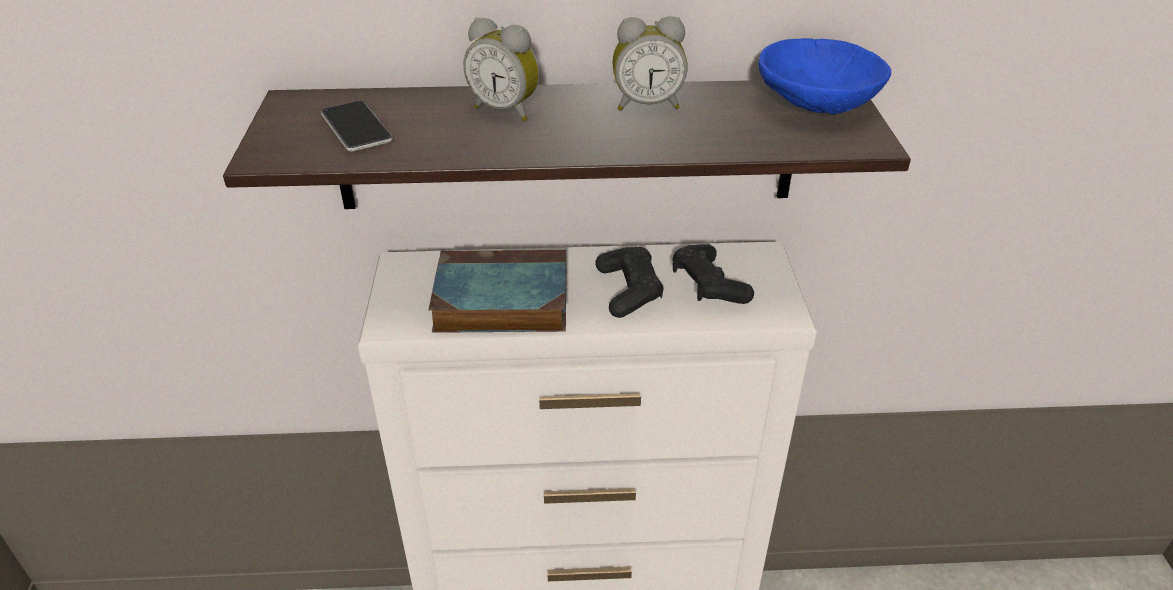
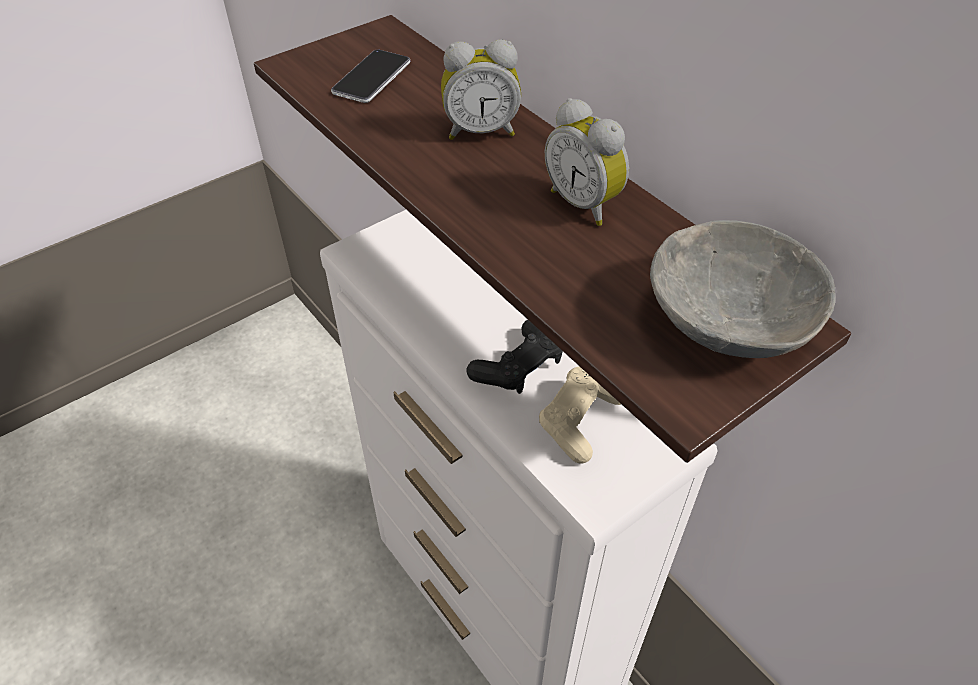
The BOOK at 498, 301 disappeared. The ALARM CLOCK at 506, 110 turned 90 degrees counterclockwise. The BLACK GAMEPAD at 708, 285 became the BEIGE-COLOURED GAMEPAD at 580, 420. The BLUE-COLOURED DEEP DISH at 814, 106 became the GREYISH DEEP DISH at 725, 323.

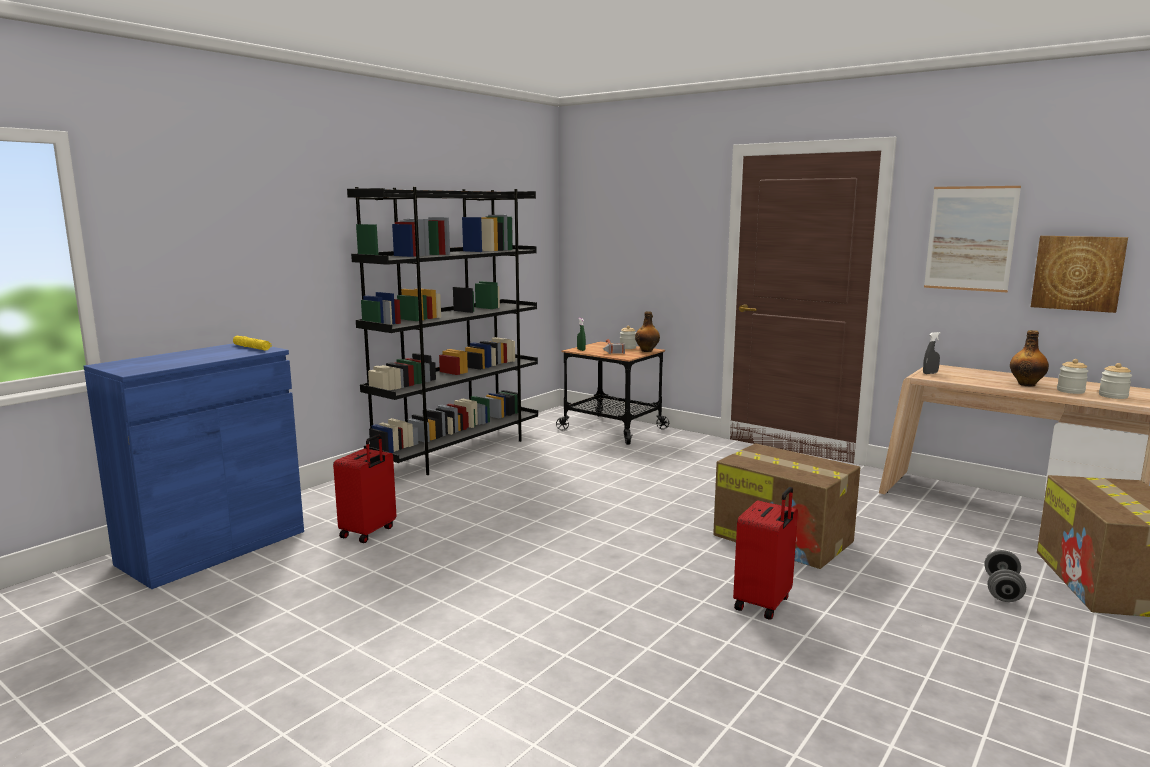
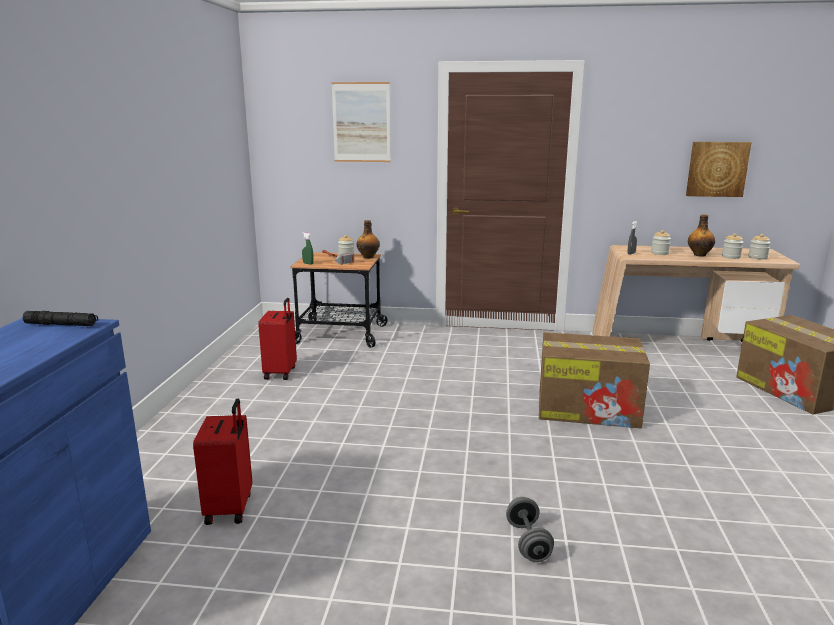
The YELLOW-COLOURED TORCH at 252, 348 became the BLACK TORCH at 61, 325. The BLACK BOOKSHELF at 458, 451 disappeared. The RED-COLOURED SUITCASE moved from 764, 603 to 281, 373. The PICTURE moved from 970, 238 to 361, 122. The GREYISH HAND WEIGHT moved from 1002, 590 to 528, 542. The JAR at 659, 253 appeared.

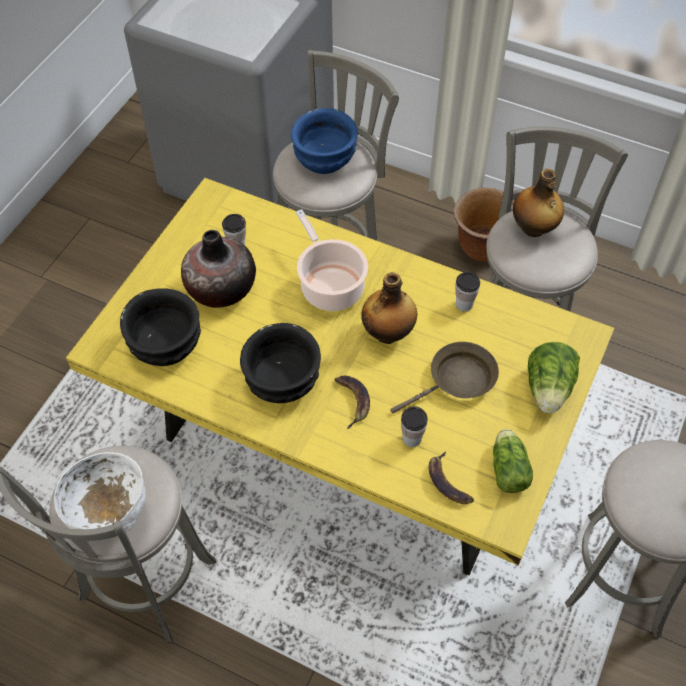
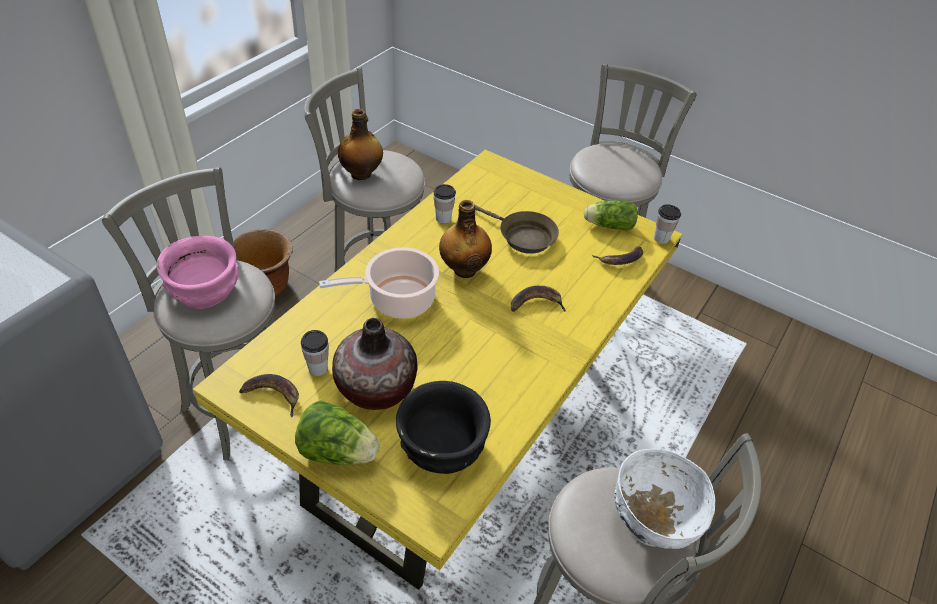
The BLACK DEEP DISH at 282, 381 disappeared. The BLUE-COLOURED DEEP DISH at 324, 159 became the PINK DEEP DISH at 206, 290. The BROWNISH FRYING PAN at 457, 380 turned 150 degrees clockwise. The DRINKING CUP moved from 412, 439 to 661, 238. The LETTUCE moved from 548, 389 to 337, 451. The BANANA at 273, 395 appeared.

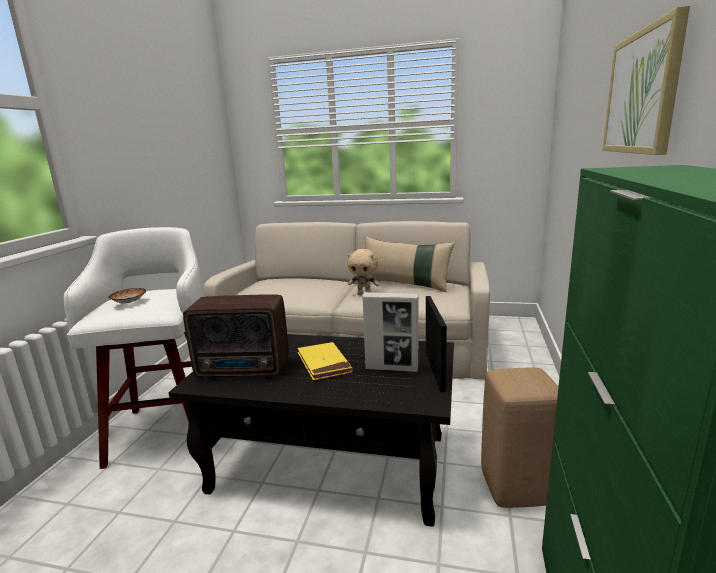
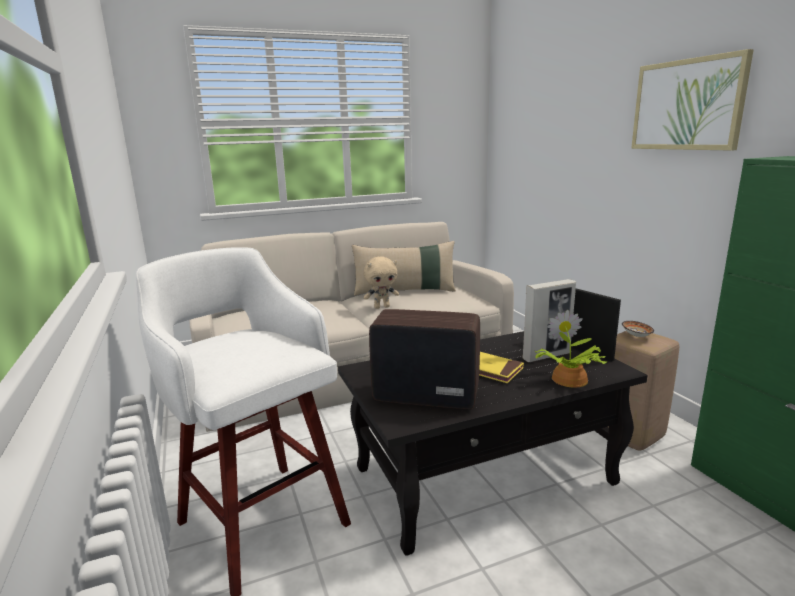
The DEEP DISH moved from 129, 302 to 636, 336. The RADIO at 245, 369 turned 135 degrees counterclockwise. The POTTED PLANT at 568, 380 appeared.

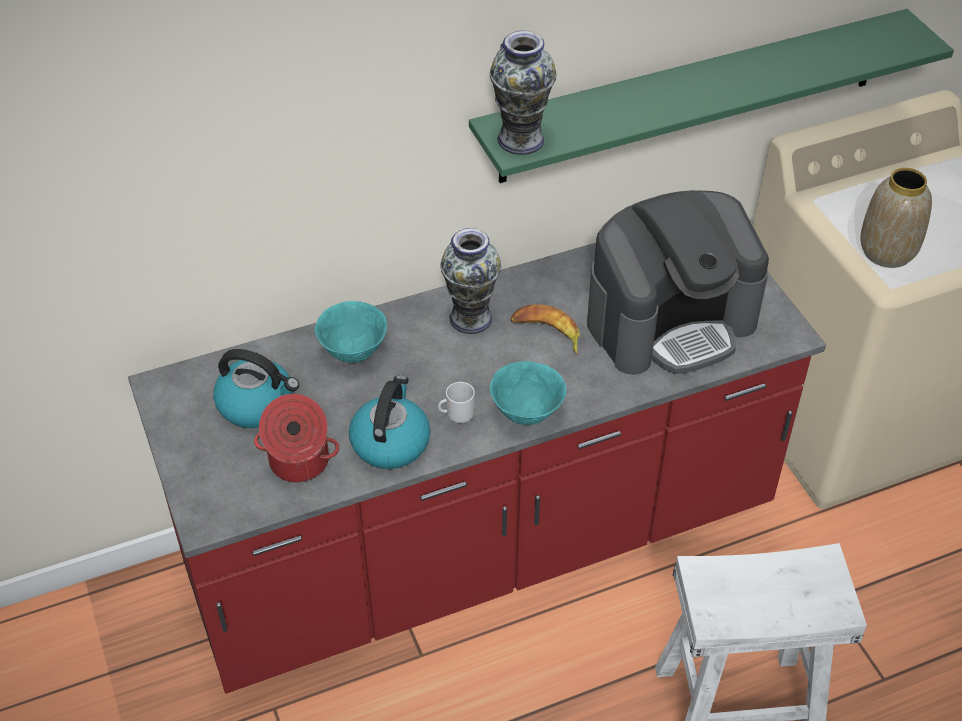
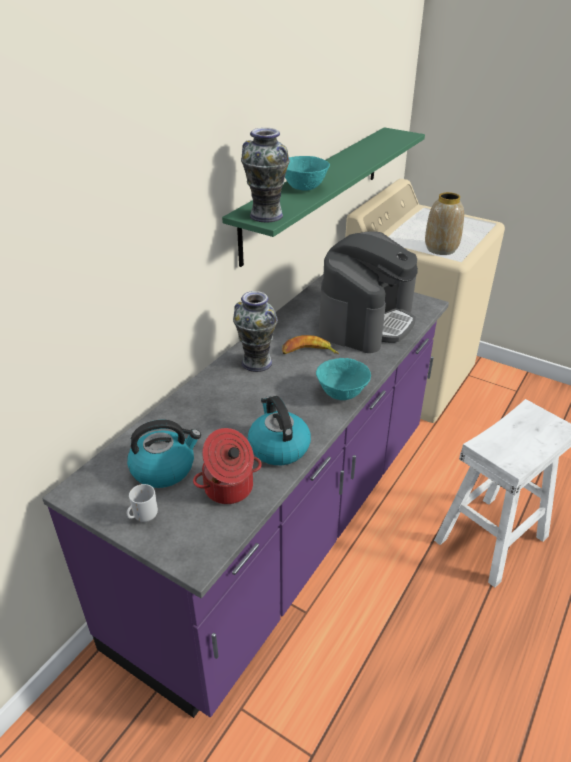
The RED-COLOURED KITCHEN COUNTER at 481, 544 became the PURPLE-COLOURED KITCHEN COUNTER at 285, 529. The BLUE-GREEN DEEP DISH moved from 353, 351 to 304, 188. The TEA MUG moved from 458, 416 to 144, 516.

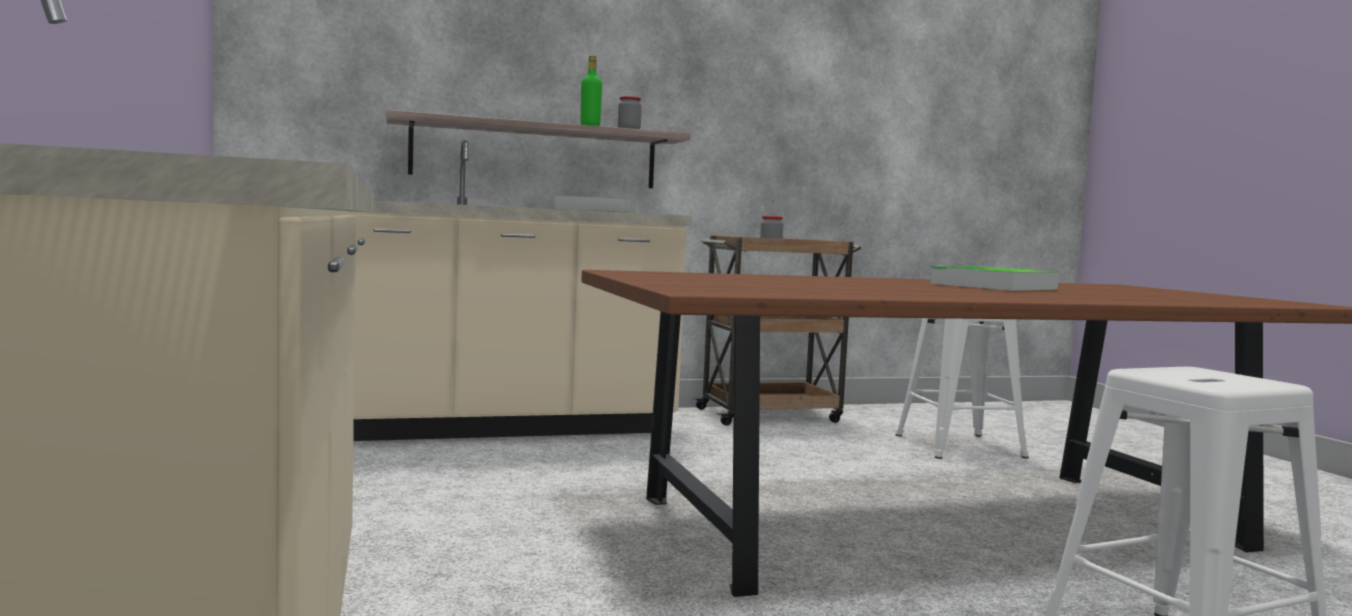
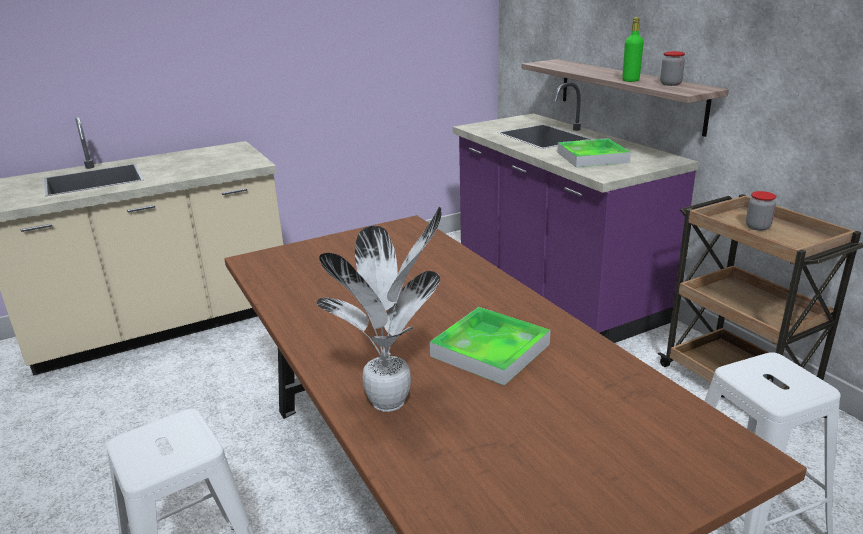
The BEIGE-COLOURED KITCHEN COUNTER at 503, 426 became the PURPLE-COLOURED KITCHEN COUNTER at 554, 287. The POTTED PLANT at 392, 402 appeared.

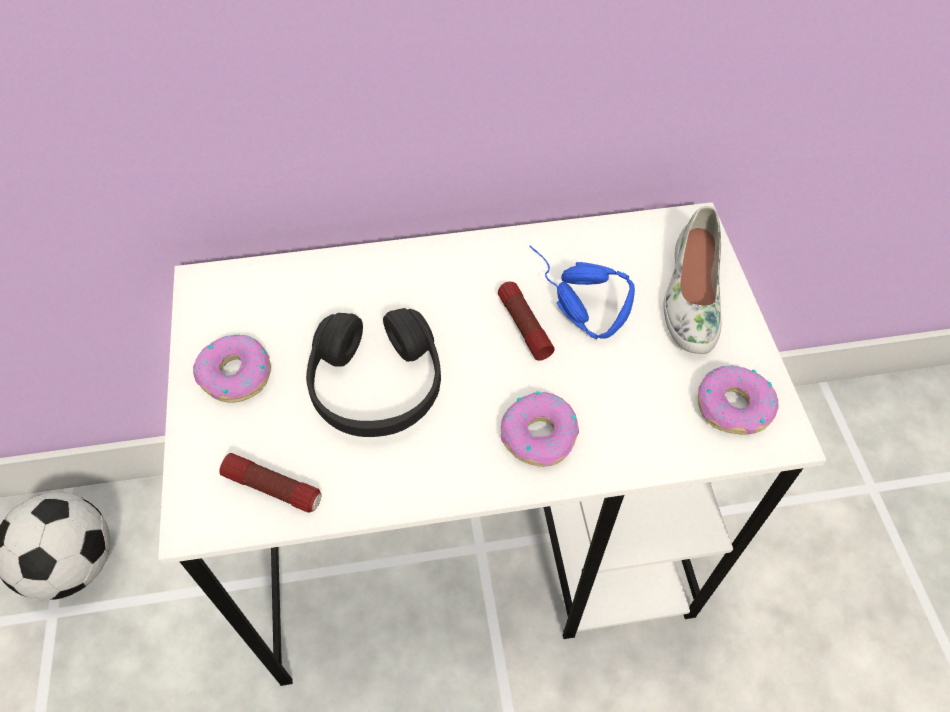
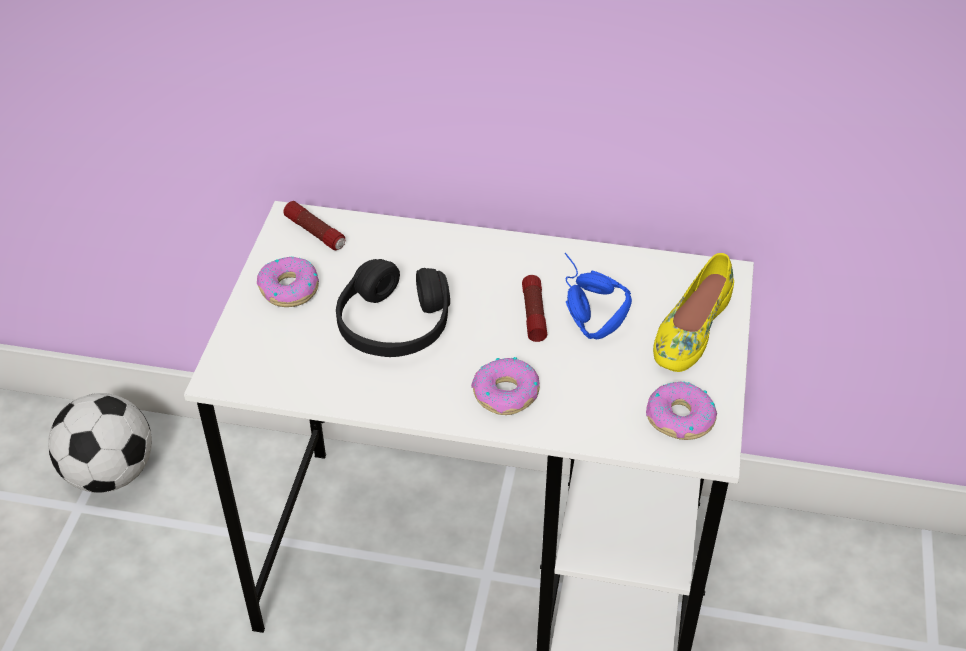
The TORCH moved from 273, 488 to 315, 233. The WHITE ITEM OF FOOTWEAR at 691, 296 became the YELLOW-COLOURED ITEM OF FOOTWEAR at 690, 329.

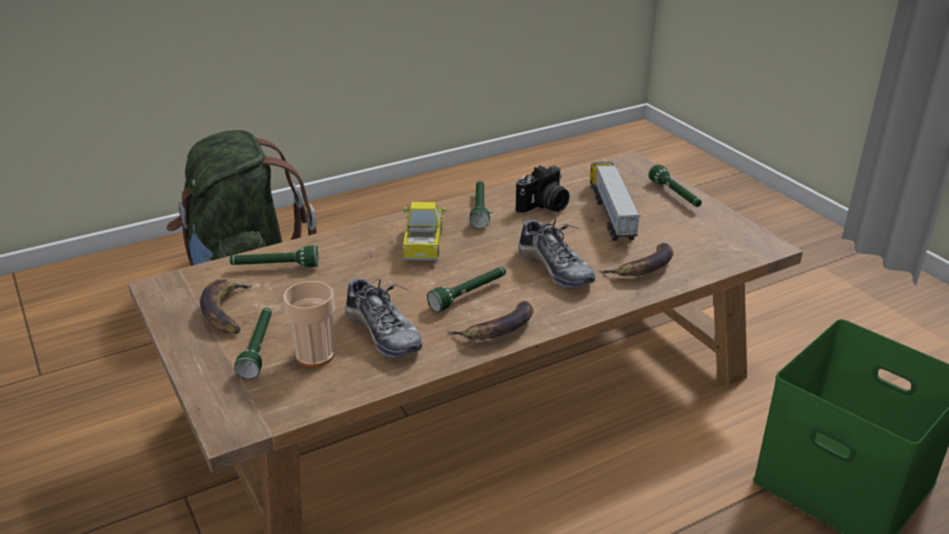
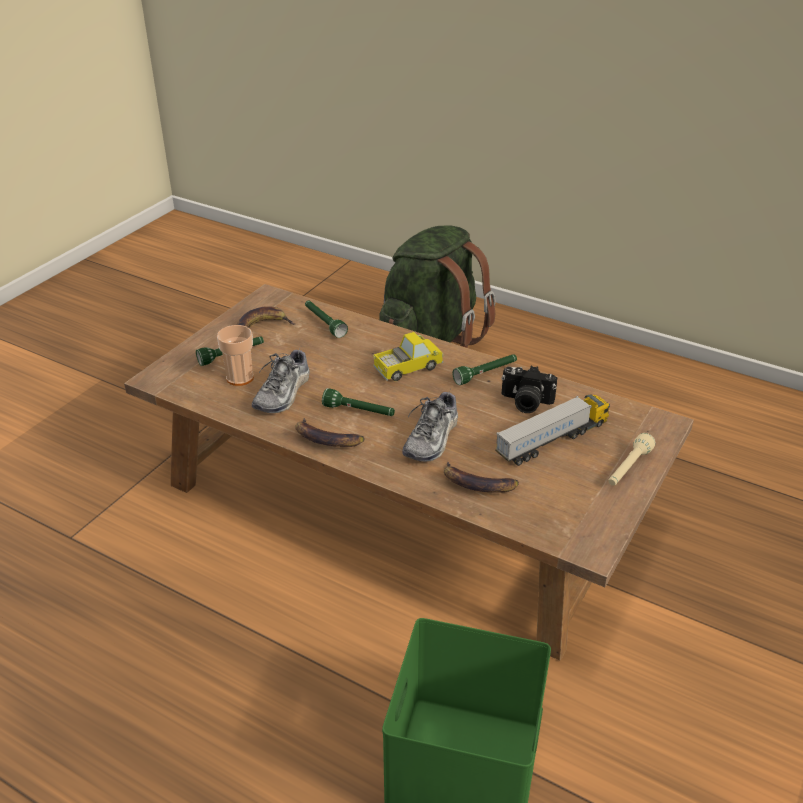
The GREEN TORCH at 675, 196 became the BEIGE-COLOURED TORCH at 628, 468.

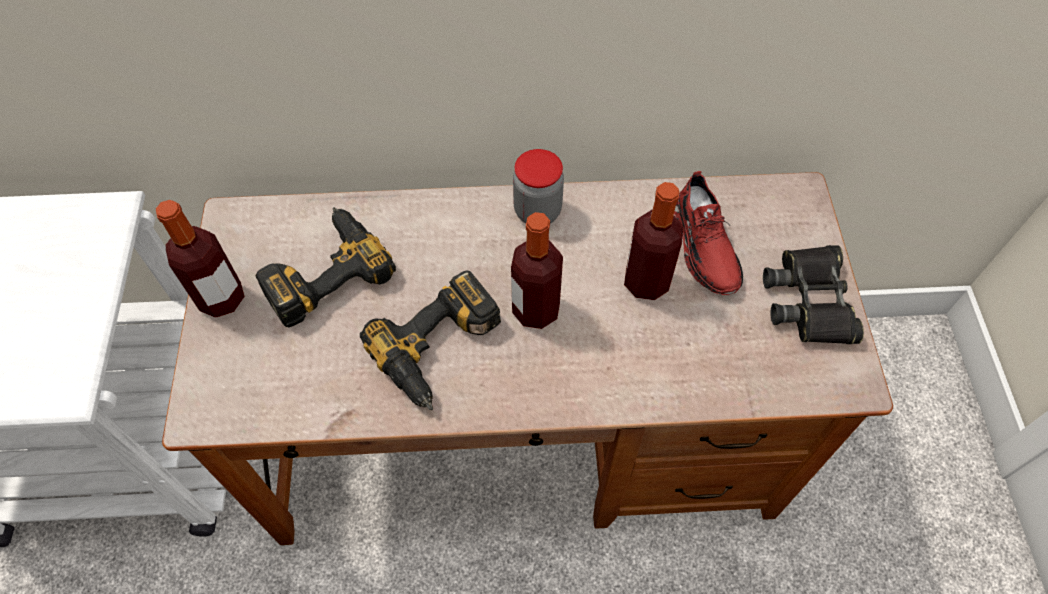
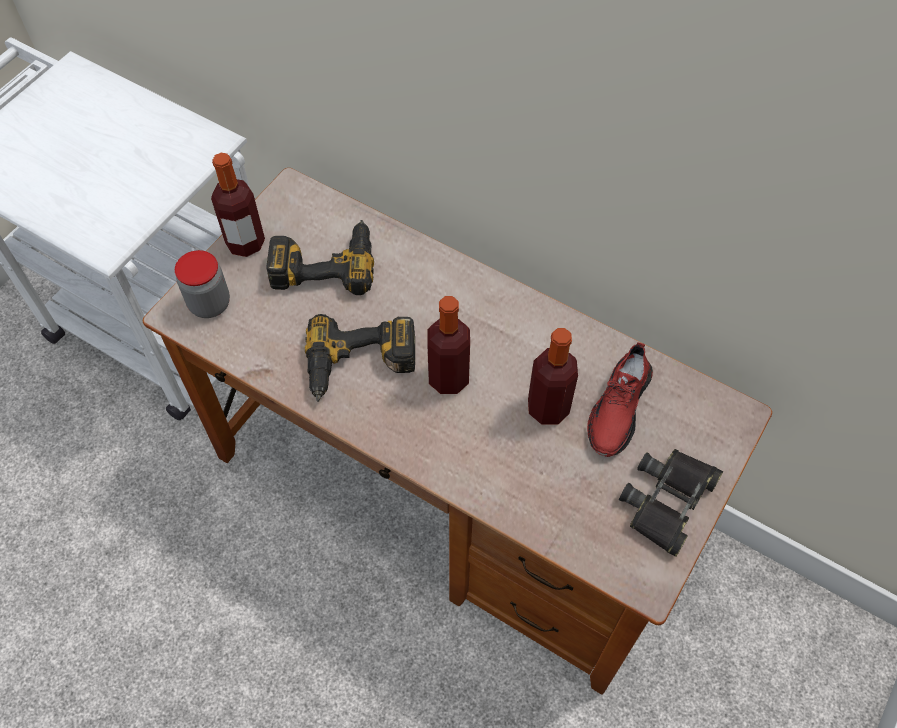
The JAR moved from 537, 211 to 209, 304.

